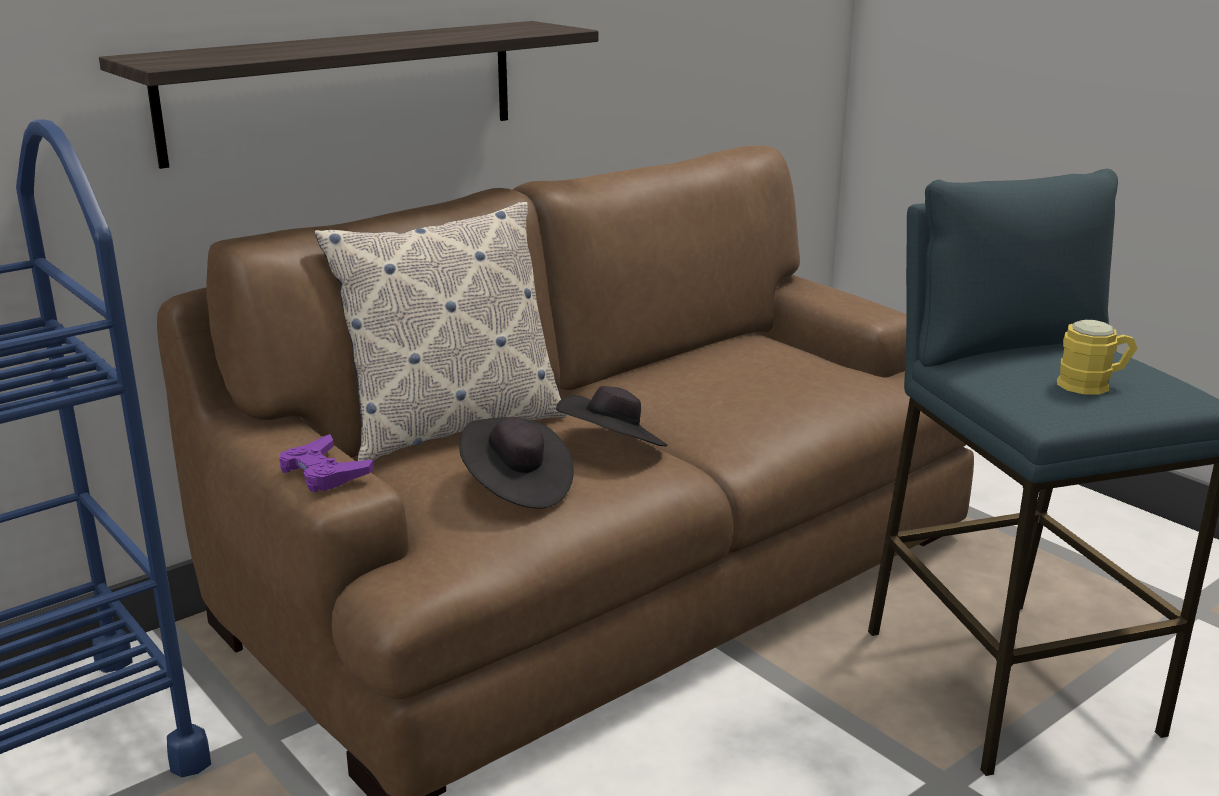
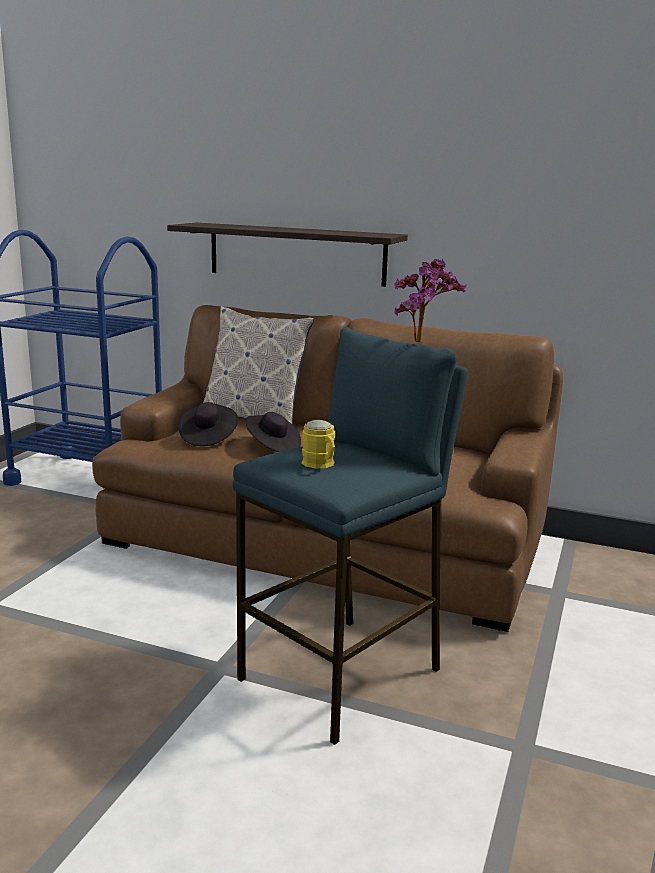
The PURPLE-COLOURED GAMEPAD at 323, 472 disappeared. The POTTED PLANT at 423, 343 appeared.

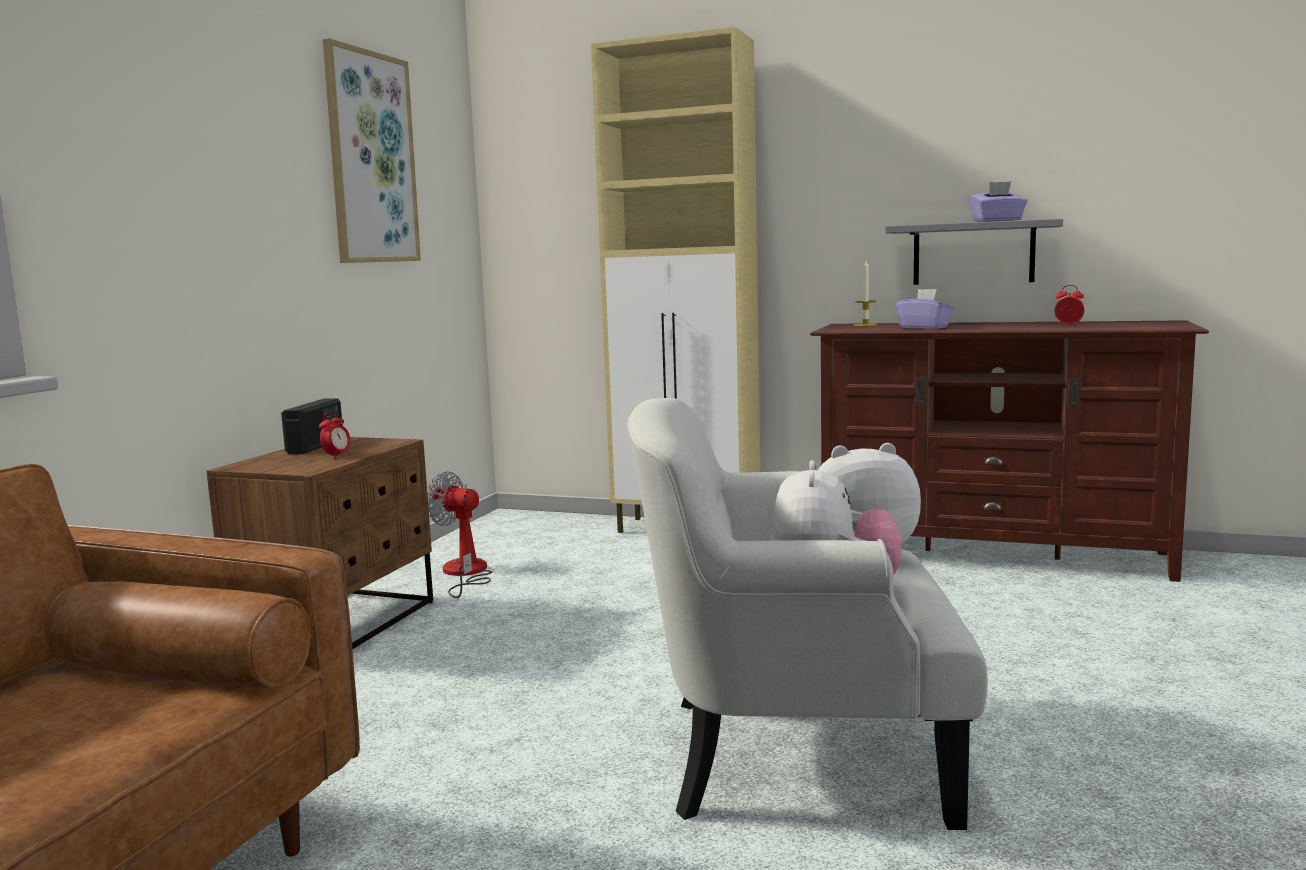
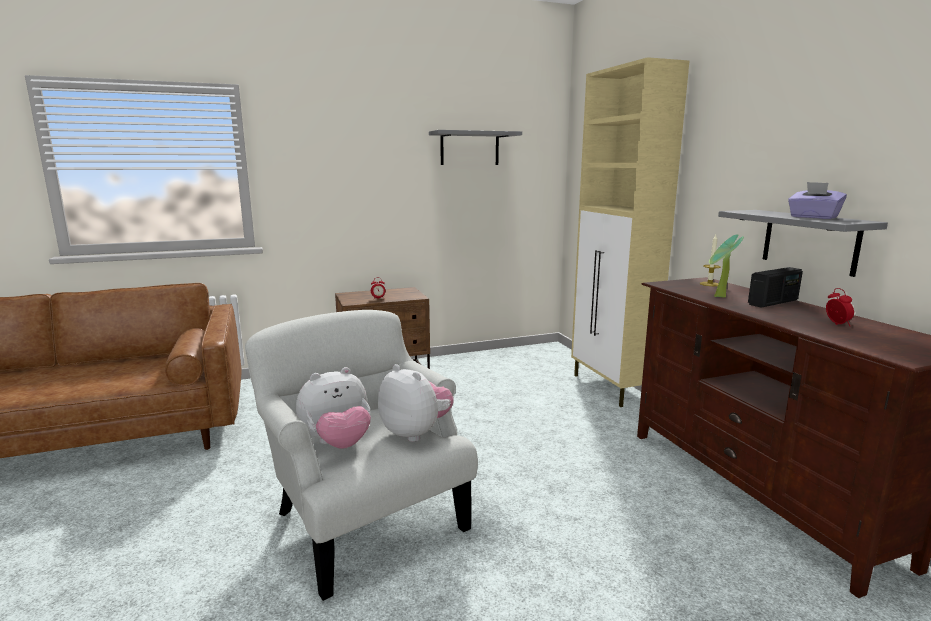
The RADIO moved from 316, 446 to 773, 302. The PICTURE at 371, 158 was replaced by the GREYISH WALL SHELF at 469, 148. The FAN at 465, 574 disappeared. The PURPLE-COLOURED BOX OF TISSUES at 924, 328 was replaced by the POTTED PLANT at 719, 297.

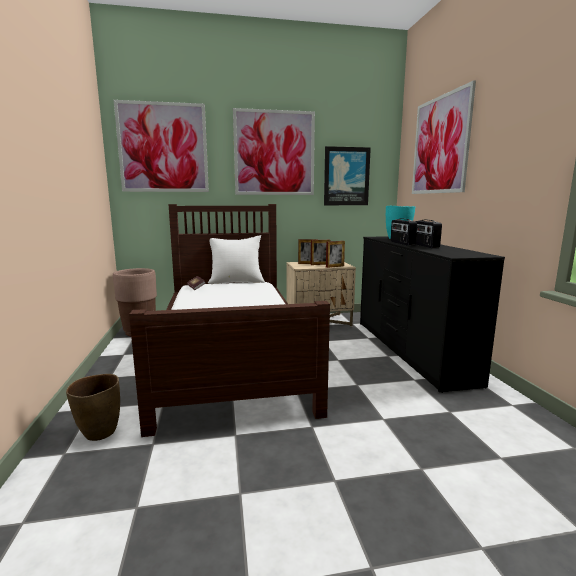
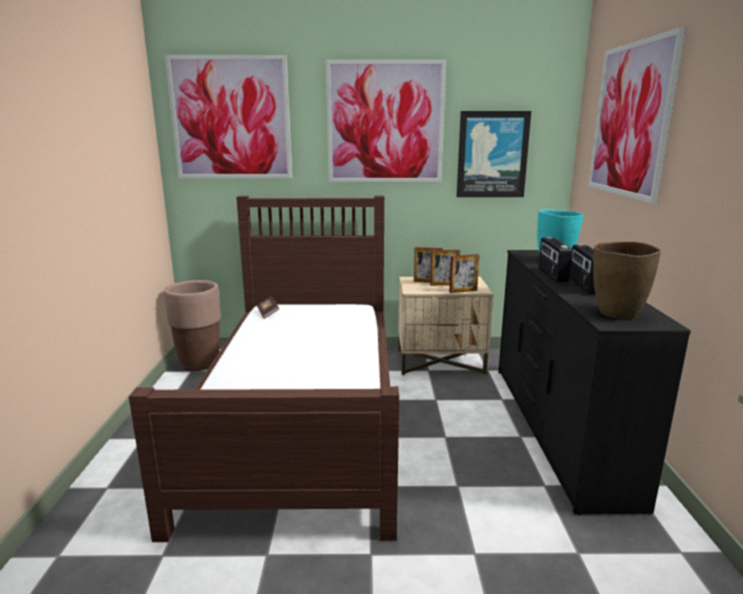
The BROWNISH FLOWER VASE moved from 99, 433 to 617, 313. The WHITE PILLOW at 236, 282 disappeared.

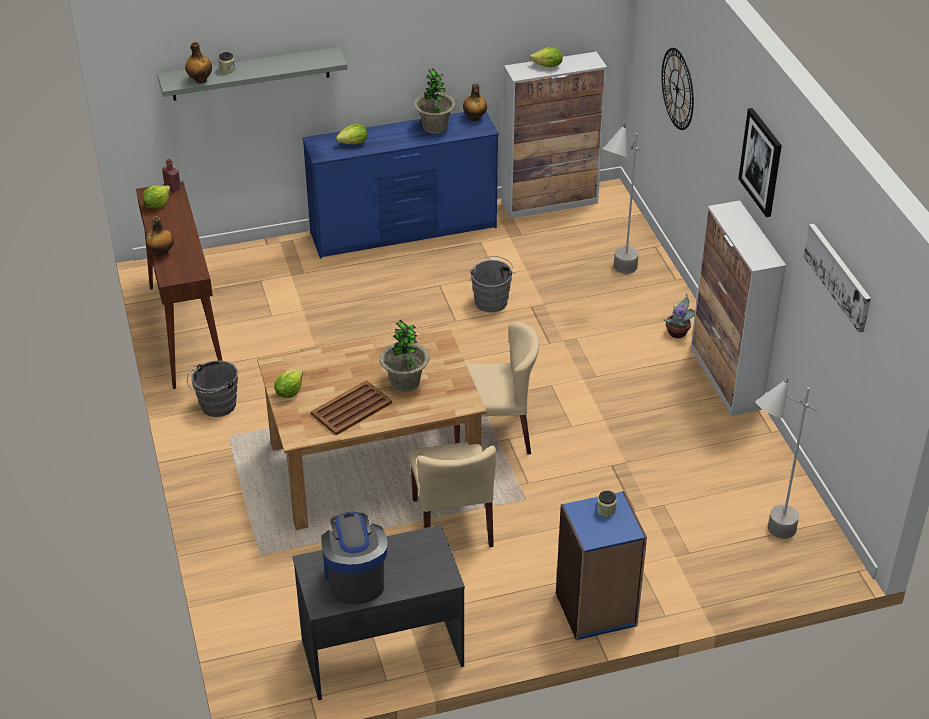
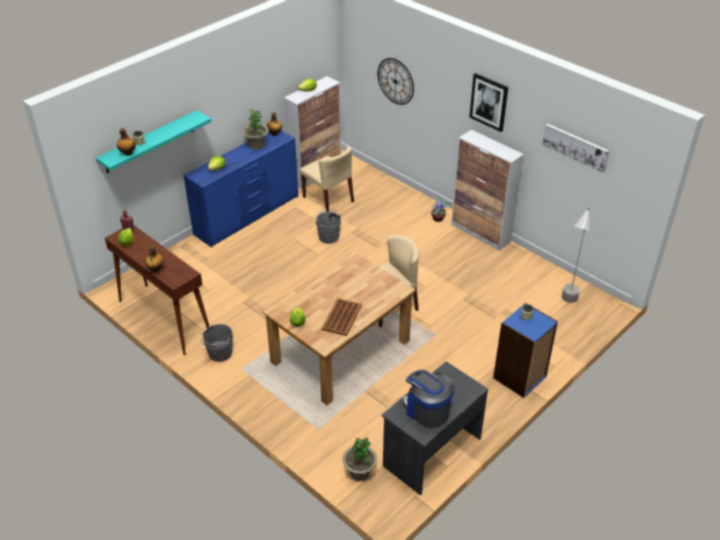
The GREYISH WALL SHELF at 250, 74 became the BLUE-GREEN WALL SHELF at 149, 142. The POTTED PLANT moved from 405, 382 to 359, 472. The BEIGE-COLOURED PLAIN CHAIR moved from 452, 523 to 328, 199. The GREYISH FLOOR LAMP at 616, 277 disappeared.

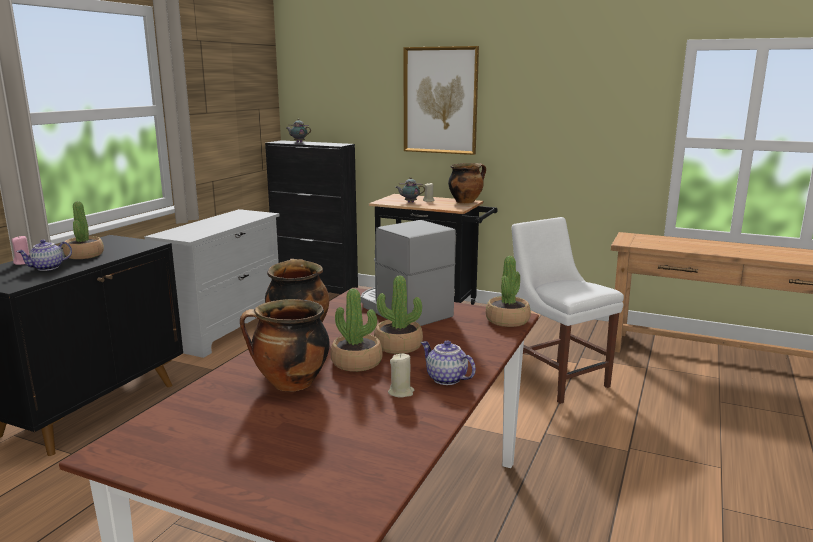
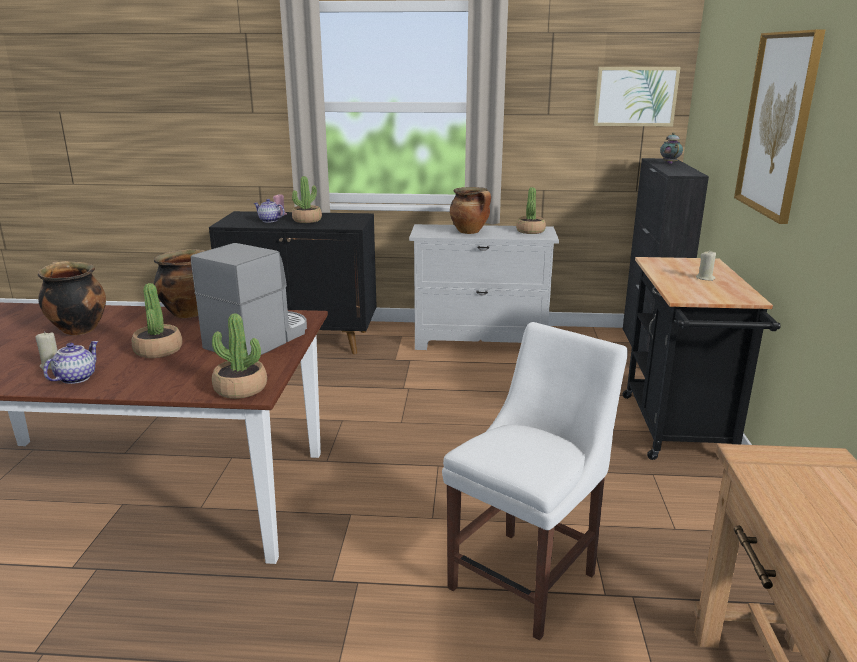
The POTTED PLANT moved from 357, 362 to 530, 231. The TEAPOT at 409, 202 disappeared. The SAUCEPOT moved from 466, 202 to 470, 232. The PICTURE at 635, 96 appeared.

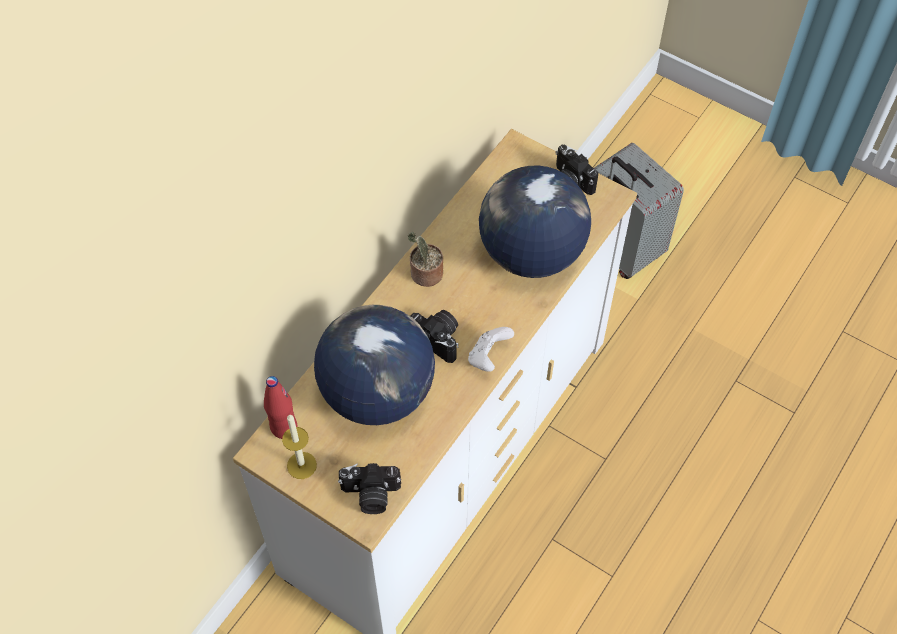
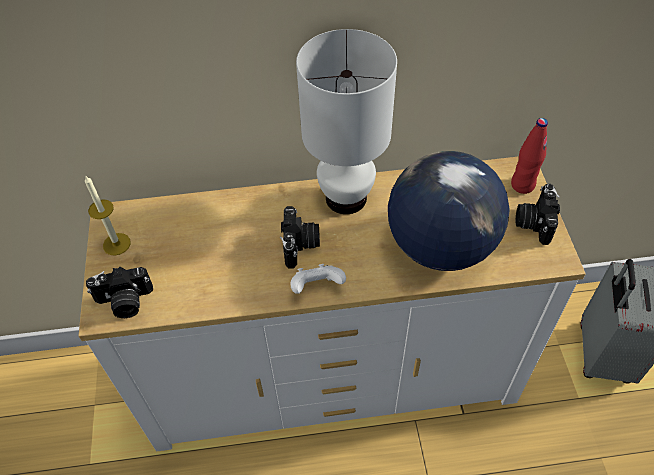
The RED-COLOURED DRINK BOTTLE moved from 284, 427 to 522, 185. The DESK GLOBE at 378, 392 disappeared. The PHOTO CAMERA at 370, 495 turned 60 degrees counterclockwise. The POTTED PLANT at 425, 274 was replaced by the WHITE LAMP FOR A TABLE at 347, 197.

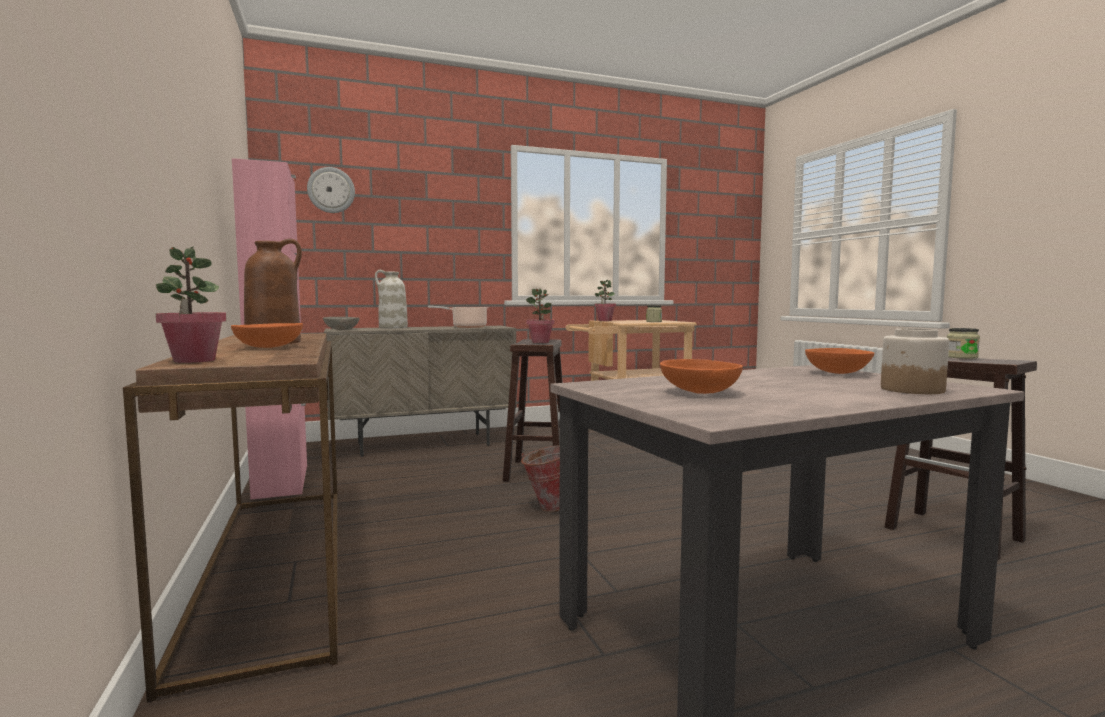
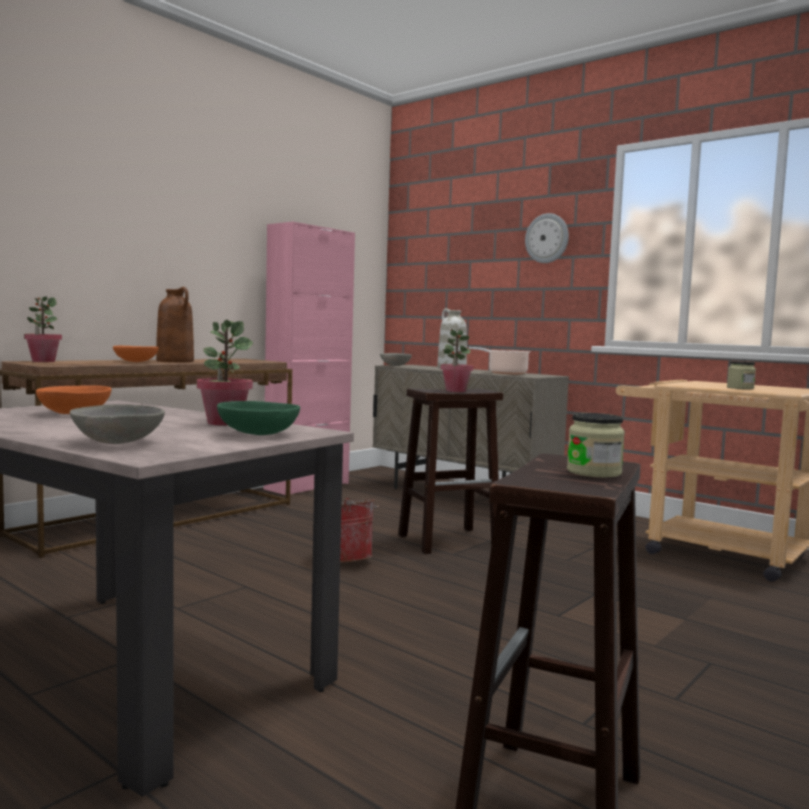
The WALL CLOCK moved from 331, 190 to 547, 238. The POTTED PLANT moved from 604, 320 to 224, 423. The ORANGEY DEEP DISH at 837, 373 became the GREEN DEEP DISH at 258, 434. The JAR at 911, 390 was replaced by the GREYISH DEEP DISH at 119, 442.

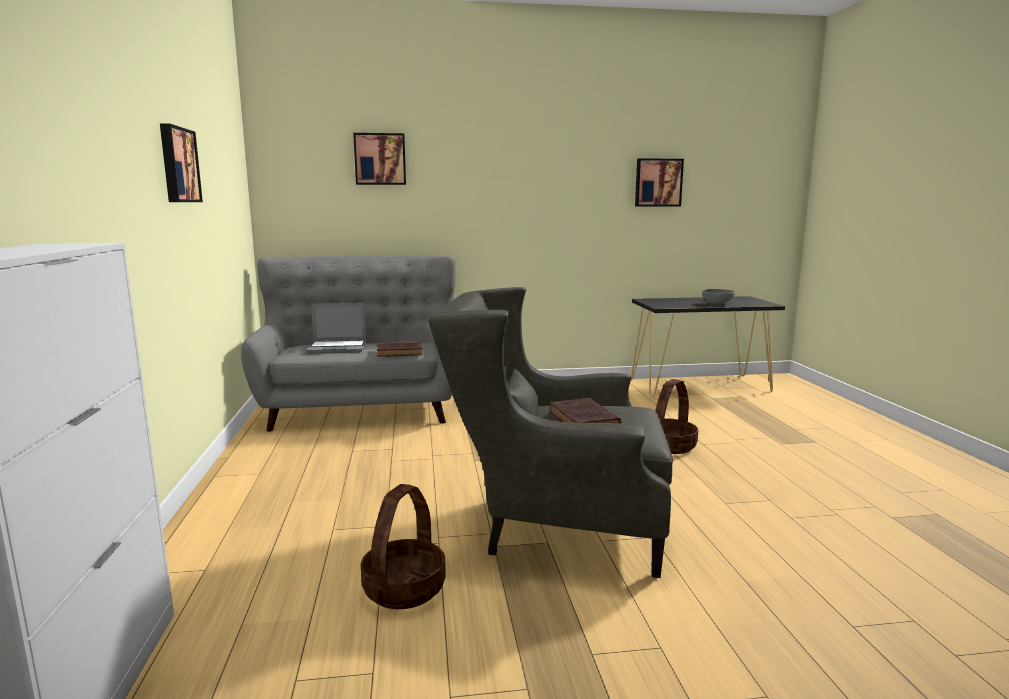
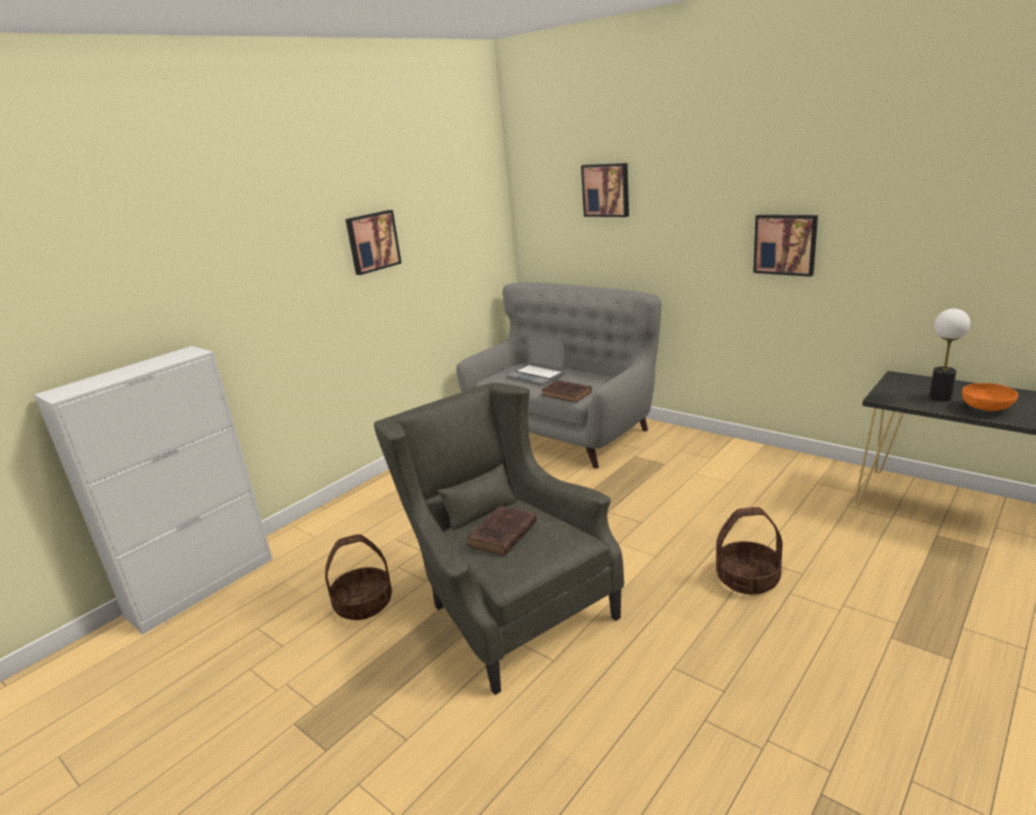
The PICTURE moved from 658, 182 to 785, 244. The GREYISH DEEP DISH at 717, 304 became the ORANGEY DEEP DISH at 986, 409. The LAMP FOR A TABLE at 940, 397 appeared.

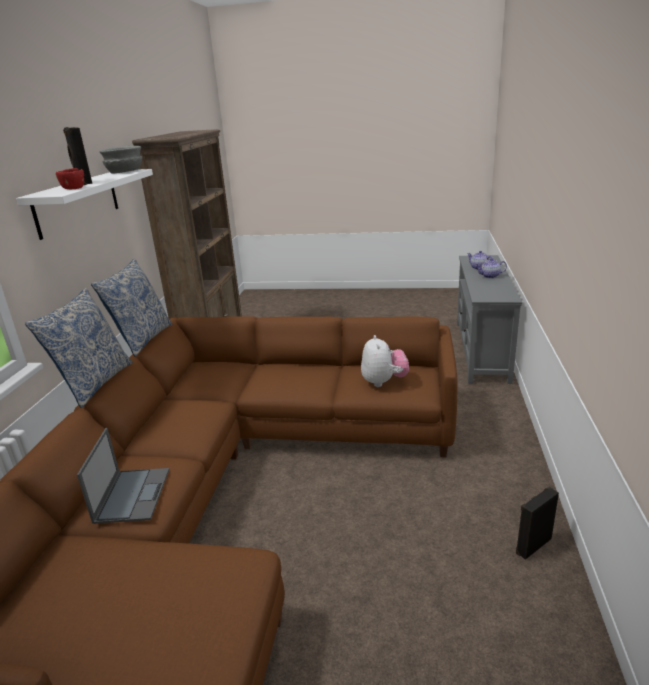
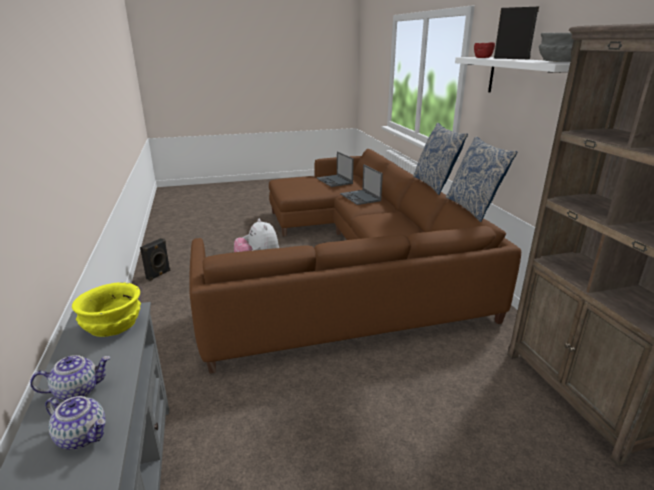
The YELLOW-COLOURED DEEP DISH at 112, 326 appeared. The PORTABLE COMPUTER at 334, 181 appeared.

